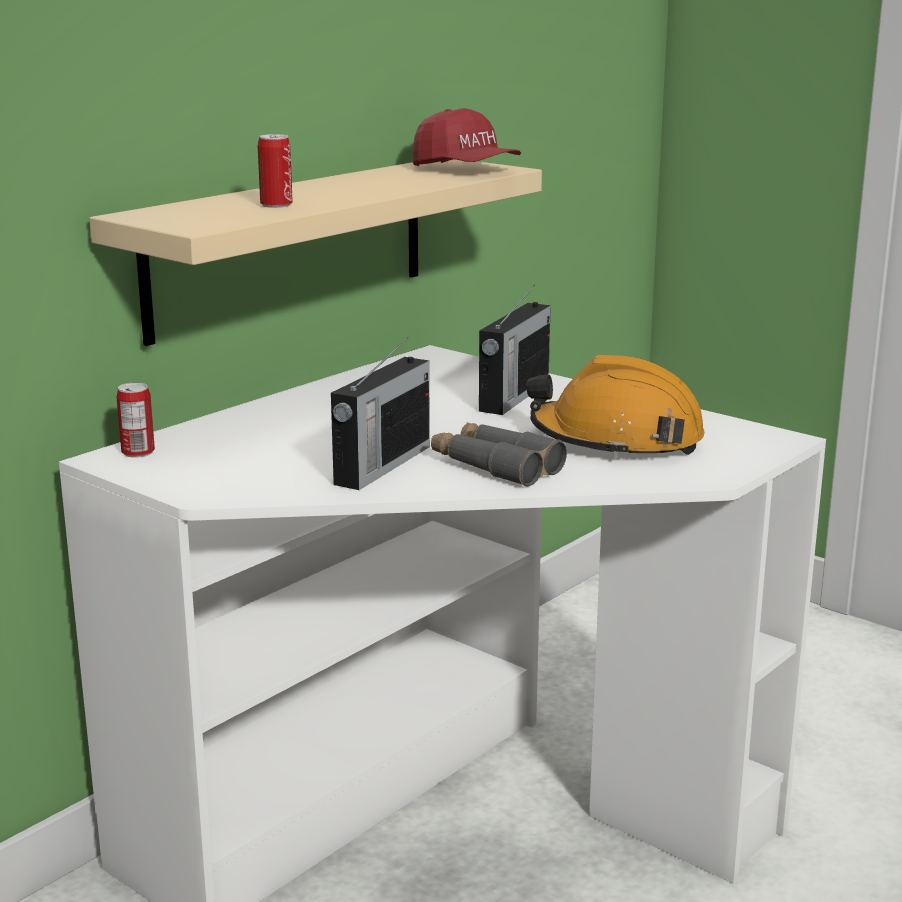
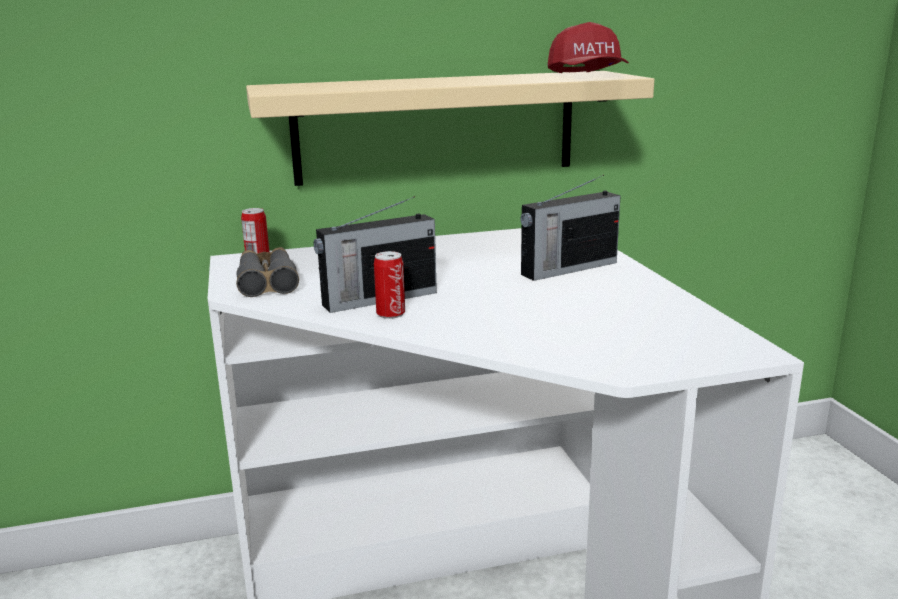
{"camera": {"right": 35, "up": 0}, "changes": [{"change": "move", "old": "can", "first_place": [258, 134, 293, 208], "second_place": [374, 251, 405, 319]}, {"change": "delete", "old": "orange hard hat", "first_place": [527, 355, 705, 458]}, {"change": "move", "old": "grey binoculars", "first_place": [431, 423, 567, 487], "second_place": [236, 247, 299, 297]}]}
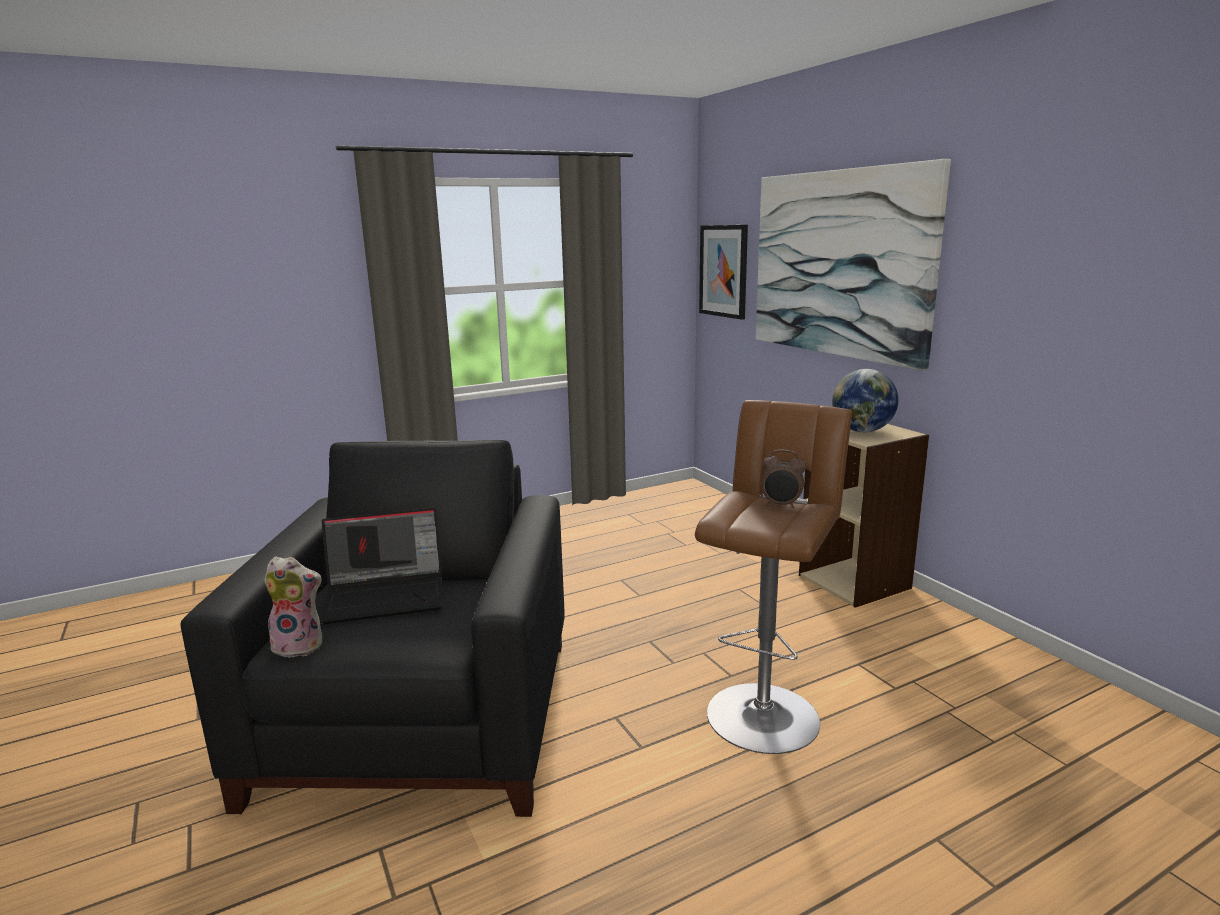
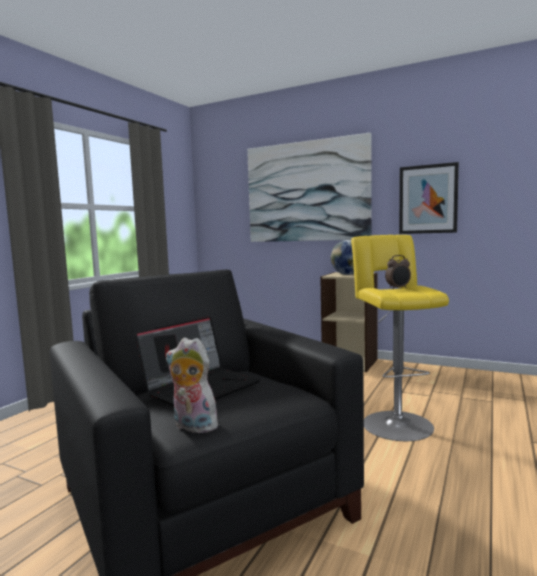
{"camera": {"right": -35, "up": -10}, "changes": [{"change": "move", "old": "picture", "first_place": [699, 225, 748, 320], "second_place": [399, 162, 459, 234]}, {"change": "recolor", "old": "brown stool", "new": "yellow stool", "first_place": [695, 400, 852, 754], "second_place": [351, 235, 449, 441]}, {"change": "rotate", "old": "plush toy", "first_place": [264, 557, 322, 658], "second_place": [166, 338, 218, 433], "degrees": -120}]}
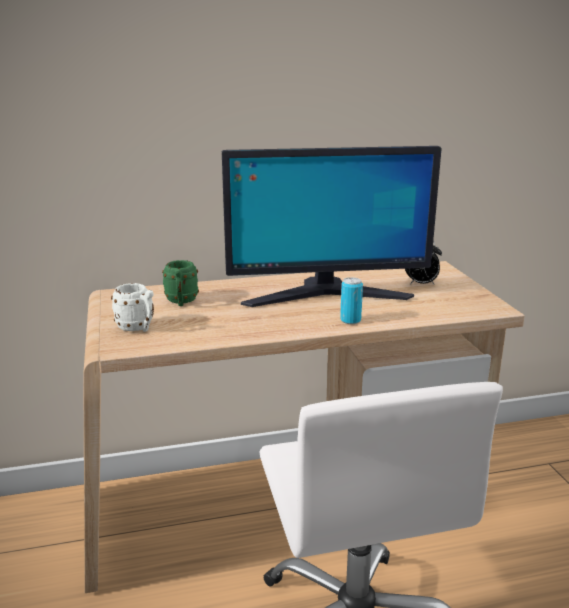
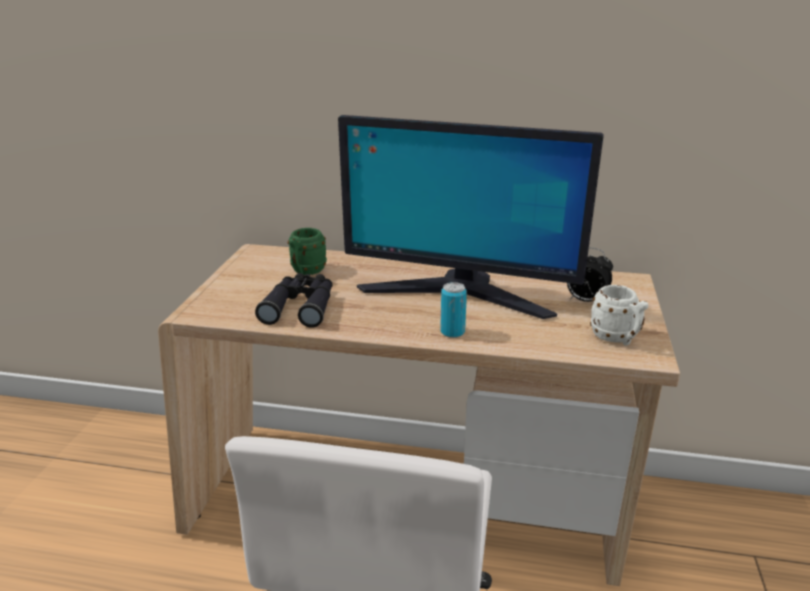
{"camera": {"right": 25, "up": 5}, "changes": [{"change": "move", "old": "white mug", "first_place": [111, 283, 154, 332], "second_place": [590, 285, 648, 346]}, {"change": "insert", "new": "black binoculars", "second_place": [255, 273, 333, 328]}]}
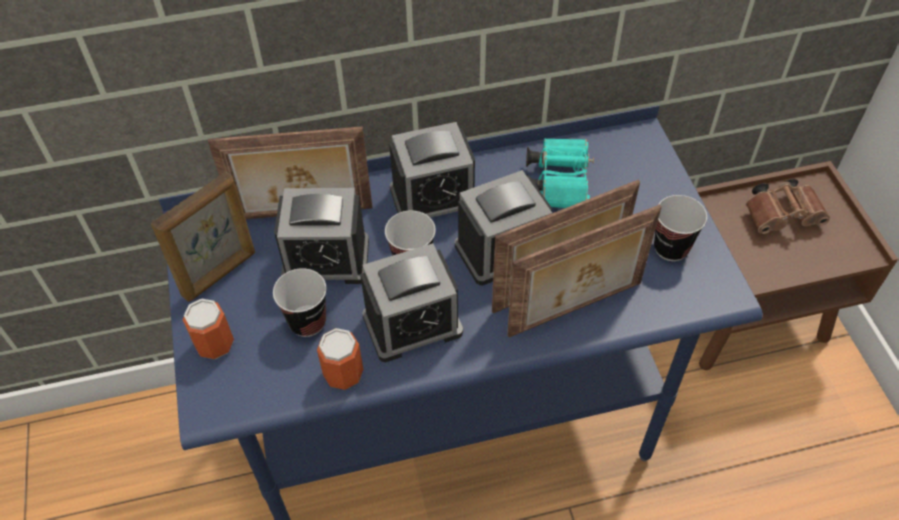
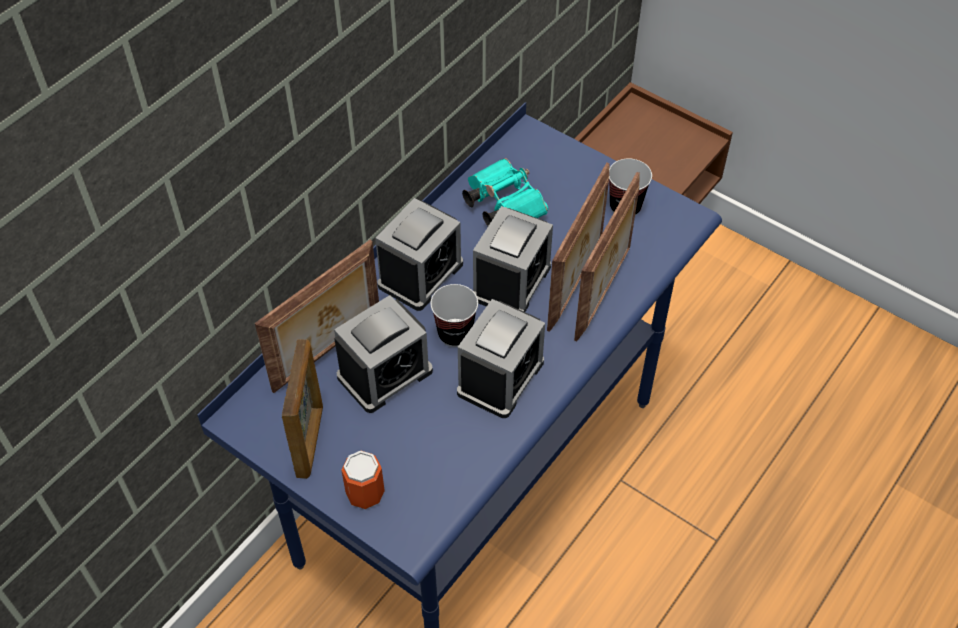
{"camera": {"right": -40, "up": 0}, "changes": [{"change": "delete", "old": "brown binoculars", "first_place": [746, 179, 830, 234]}, {"change": "delete", "old": "cup", "first_place": [273, 268, 326, 337]}, {"change": "delete", "old": "can", "first_place": [317, 328, 363, 390]}]}
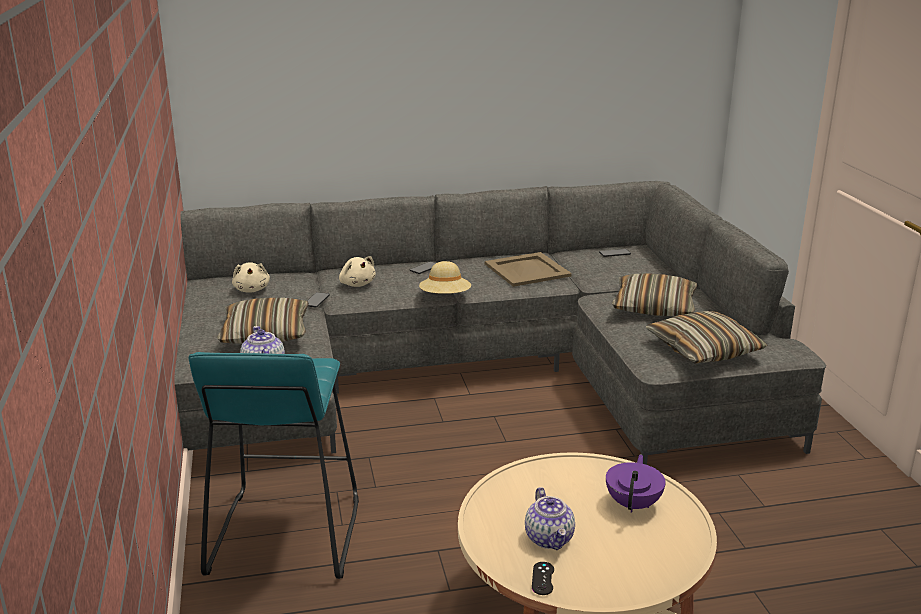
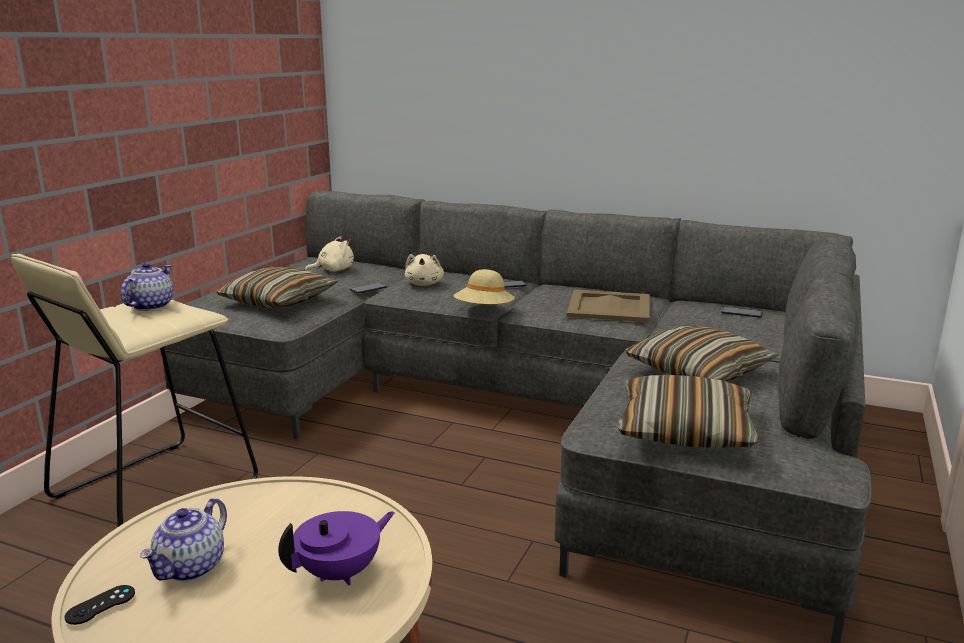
{"camera": {"right": 35, "up": -5}, "changes": [{"change": "rotate", "old": "beige plush toy", "first_place": [232, 262, 270, 293], "second_place": [305, 236, 354, 272], "degrees": -135}, {"change": "recolor", "old": "turquoise stool", "new": "beige stool", "first_place": [189, 352, 359, 579], "second_place": [11, 254, 258, 527]}]}
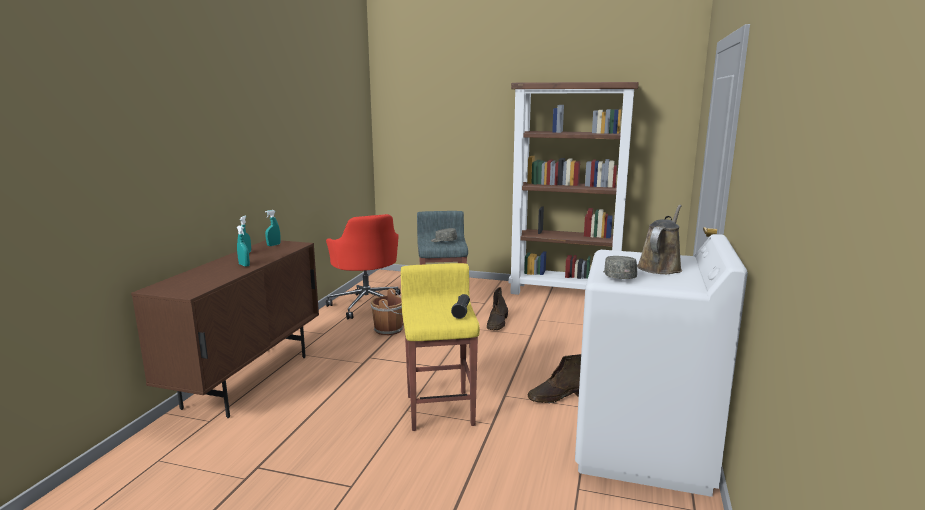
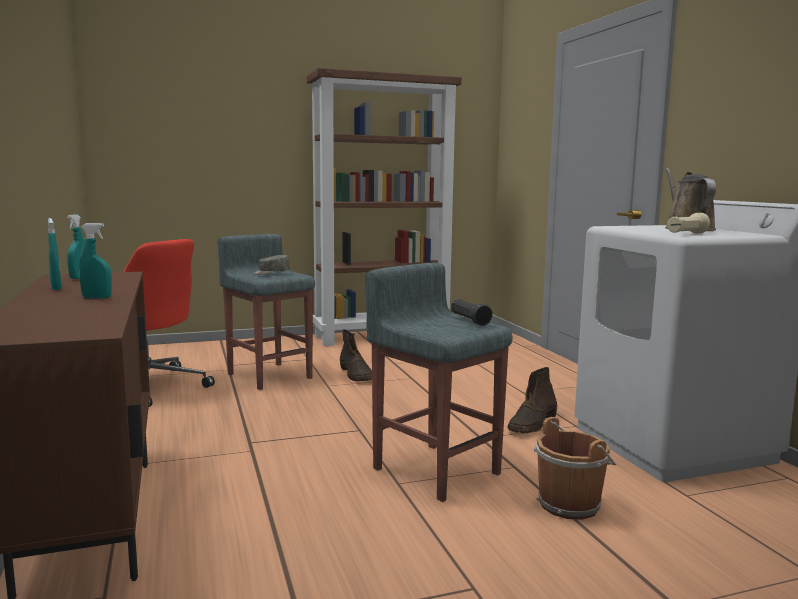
{"camera": {"right": -35, "up": -5}, "changes": [{"change": "replace", "old": "grey cap", "new": "beige flashlight", "first_place": [603, 256, 637, 279], "second_place": [667, 213, 710, 234]}, {"change": "recolor", "old": "yellow stool", "new": "grey stool", "first_place": [401, 263, 480, 431], "second_place": [365, 263, 512, 502]}, {"change": "move", "old": "brown bucket", "first_place": [371, 289, 403, 335], "second_place": [534, 417, 616, 520]}]}
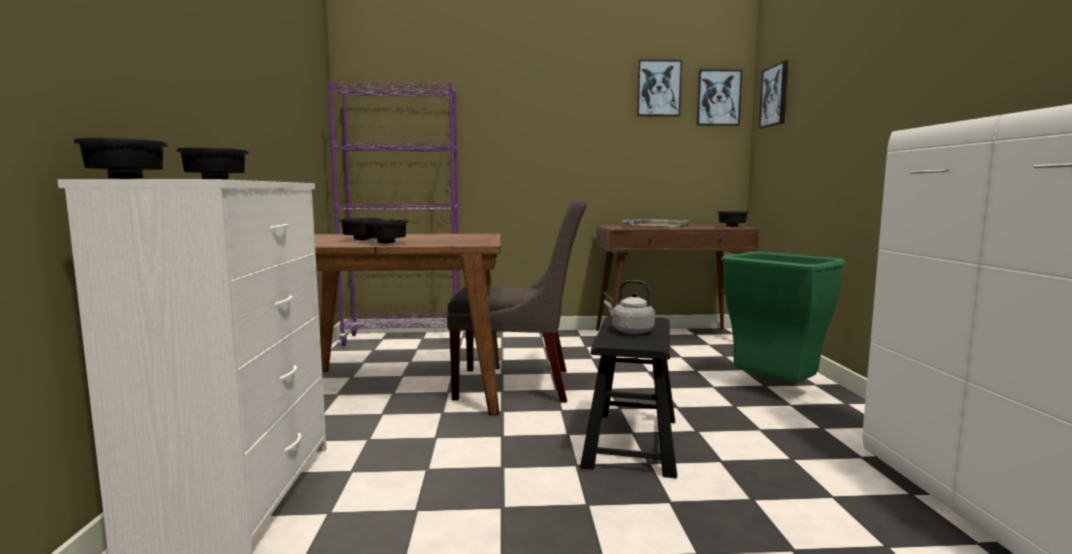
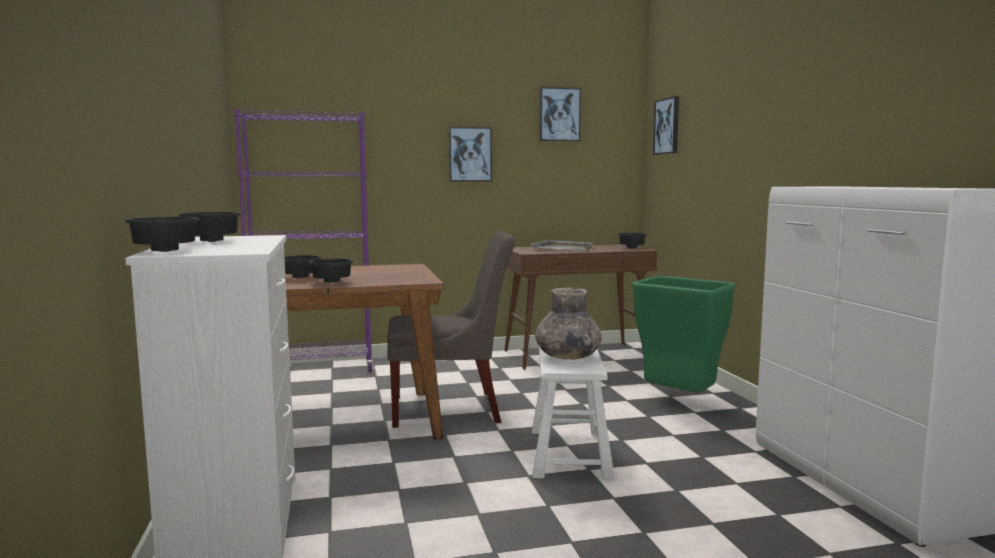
{"camera": {"right": -10, "up": 0}, "changes": [{"change": "move", "old": "picture", "first_place": [696, 69, 742, 126], "second_place": [449, 127, 492, 182]}, {"change": "replace", "old": "grey kettle", "new": "grey vase", "first_place": [604, 280, 655, 334], "second_place": [535, 288, 602, 359]}, {"change": "recolor", "old": "black stool", "new": "white stool", "first_place": [580, 316, 677, 478], "second_place": [532, 347, 615, 480]}]}
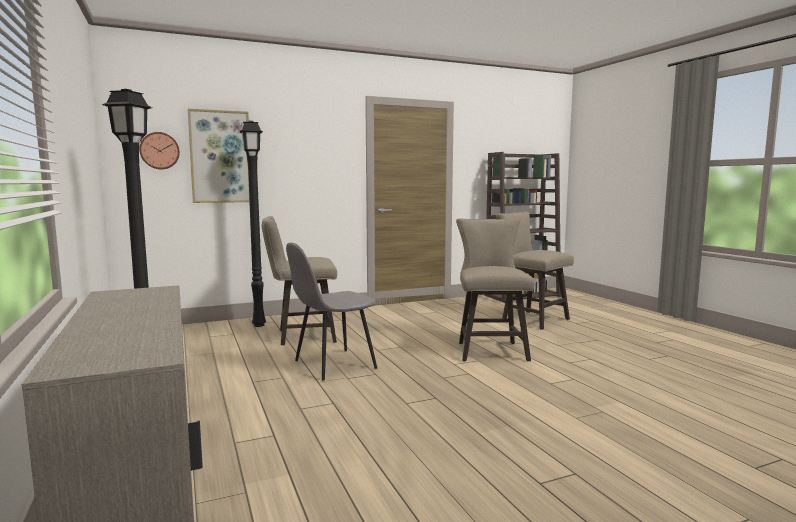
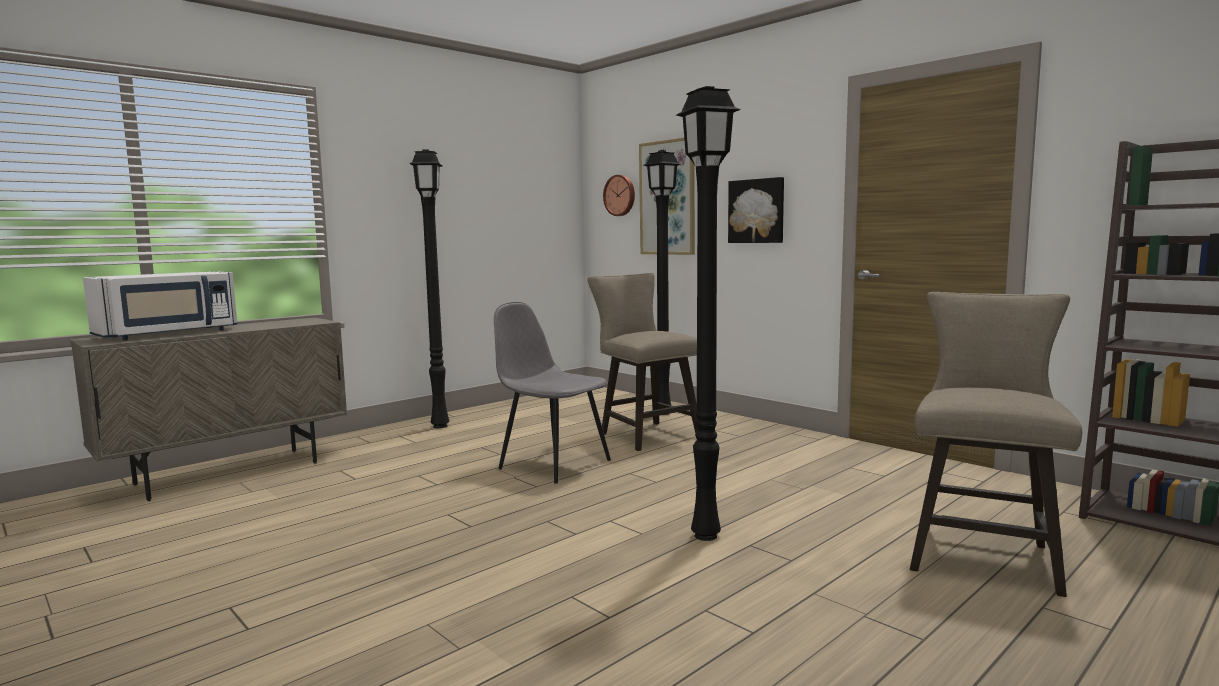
{"camera": {"right": 70, "up": 0}, "changes": [{"change": "replace", "old": "beige stool", "new": "black floor lamp", "first_place": [456, 219, 535, 361], "second_place": [676, 86, 741, 541]}, {"change": "insert", "new": "picture", "second_place": [728, 177, 784, 243]}, {"change": "insert", "new": "white microwave", "second_place": [83, 271, 238, 340]}]}
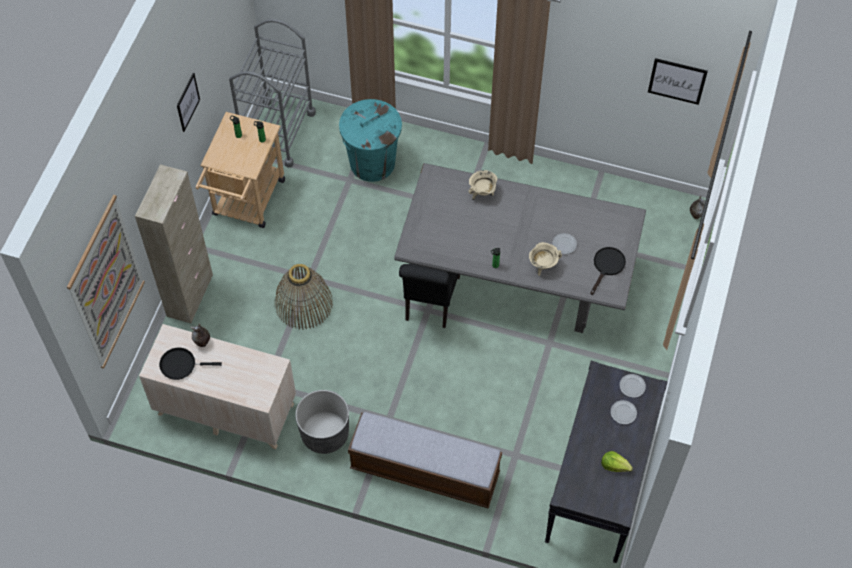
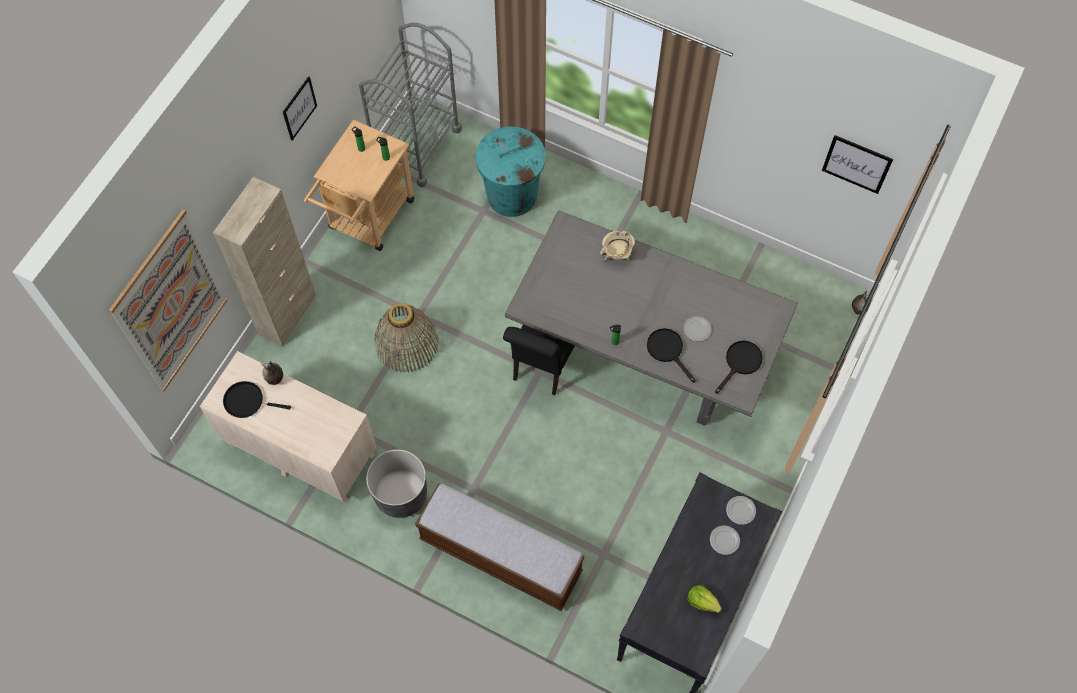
{"camera": {"right": 10, "up": 5}, "changes": [{"change": "replace", "old": "beige cooking pot", "new": "black frying pan", "first_place": [529, 242, 562, 276], "second_place": [647, 328, 696, 383]}]}
